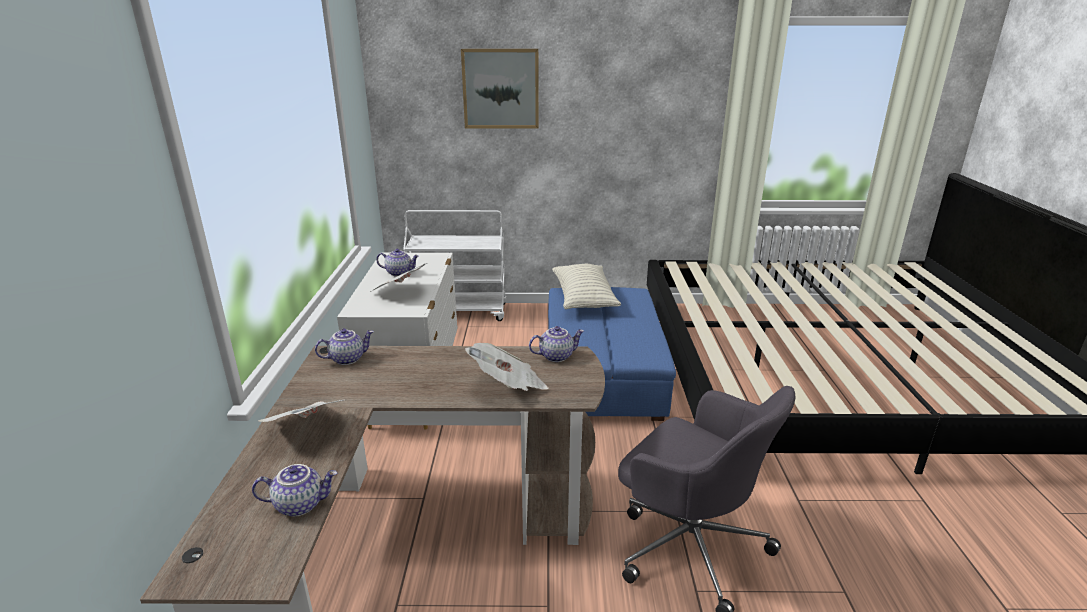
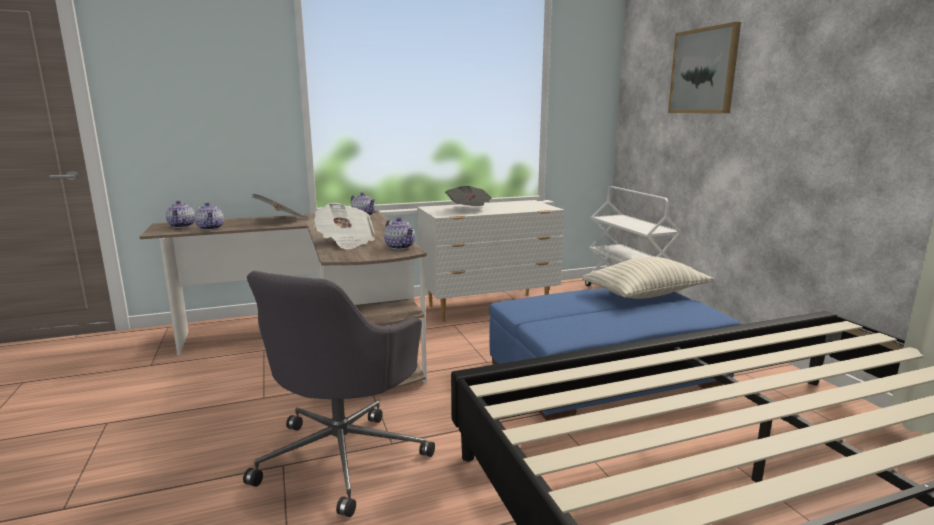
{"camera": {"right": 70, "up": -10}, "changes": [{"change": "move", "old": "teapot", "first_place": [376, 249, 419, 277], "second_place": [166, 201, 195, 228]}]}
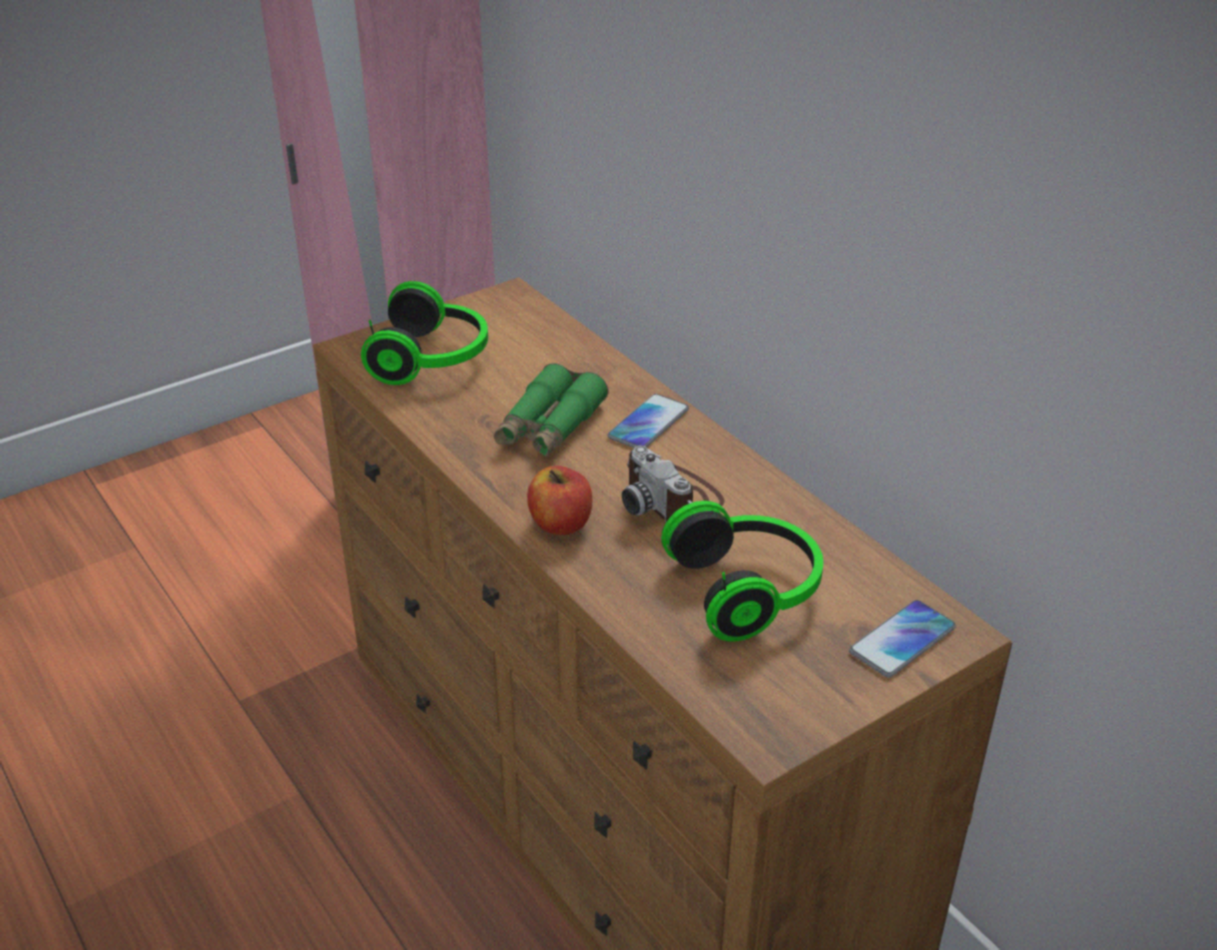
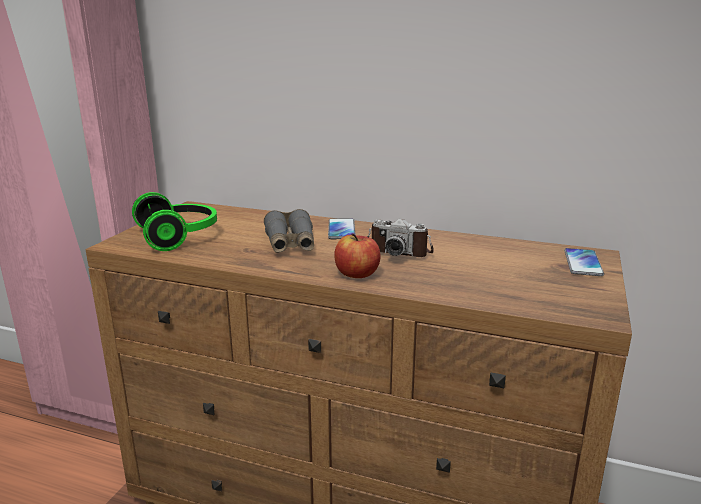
{"camera": {"right": -35, "up": -15}, "changes": [{"change": "recolor", "old": "green binoculars", "new": "grey binoculars", "first_place": [494, 363, 608, 457], "second_place": [264, 209, 314, 253]}, {"change": "delete", "old": "headphones", "first_place": [661, 501, 823, 642]}]}
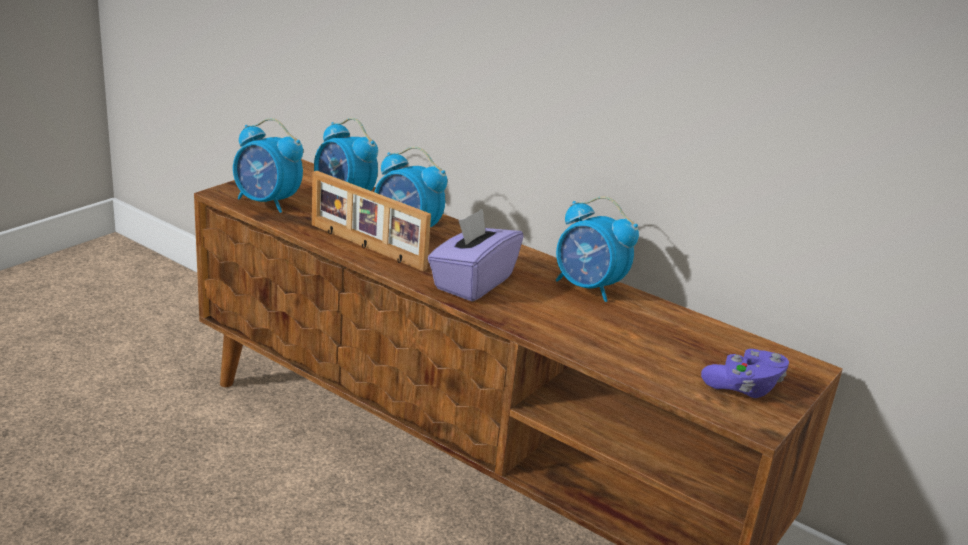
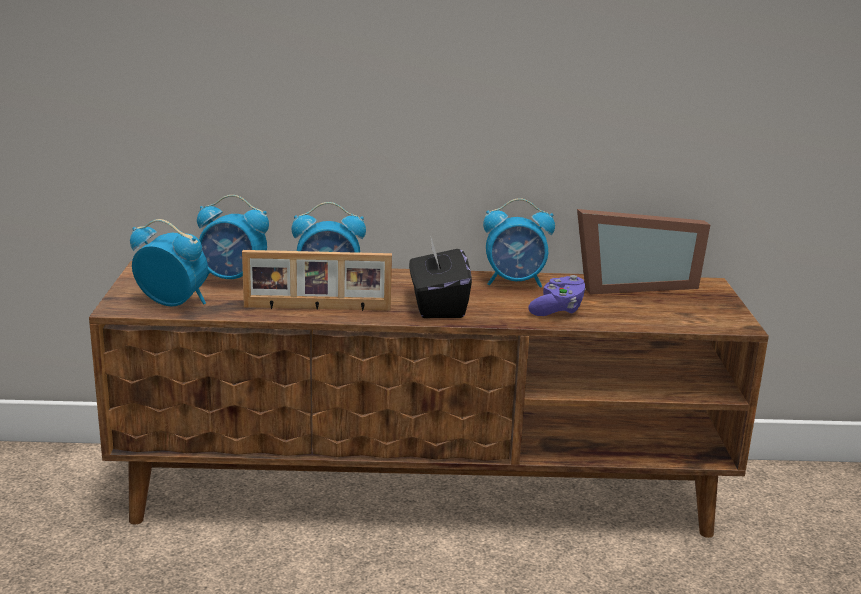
{"camera": {"right": -35, "up": -5}, "changes": [{"change": "rotate", "old": "alarm clock", "first_place": [233, 118, 303, 213], "second_place": [130, 219, 208, 306], "degrees": -150}, {"change": "recolor", "old": "purple tissue box", "new": "black tissue box", "first_place": [428, 209, 523, 301], "second_place": [409, 238, 472, 318]}, {"change": "move", "old": "purple game controller", "first_place": [701, 349, 789, 398], "second_place": [528, 275, 586, 316]}, {"change": "insert", "new": "picture frame", "second_place": [577, 209, 710, 295]}]}
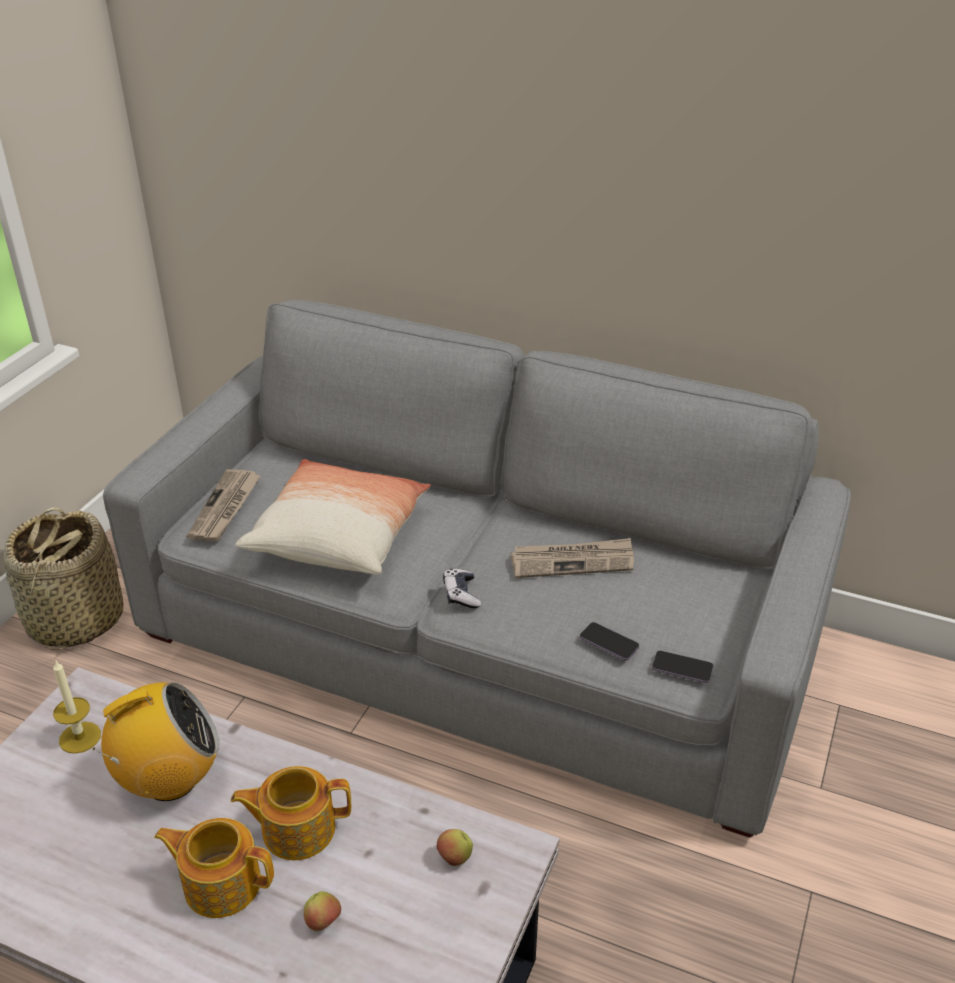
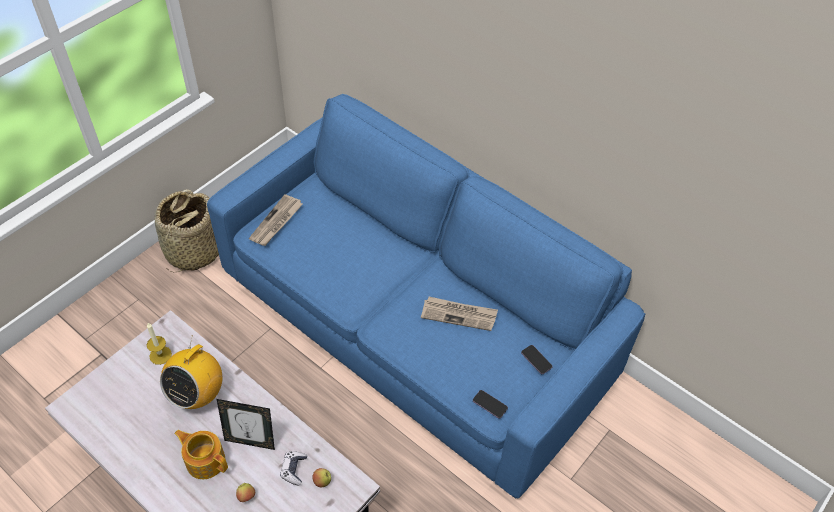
{"camera": {"right": 15, "up": 15}, "changes": [{"change": "recolor", "old": "grey sofa", "new": "blue sofa", "first_place": [103, 300, 851, 838], "second_place": [207, 94, 645, 499]}, {"change": "delete", "old": "pillow", "first_place": [235, 459, 431, 575]}, {"change": "move", "old": "game controller", "first_place": [443, 569, 481, 608], "second_place": [280, 451, 307, 485]}, {"change": "move", "old": "phone", "first_place": [580, 622, 639, 660], "second_place": [521, 345, 553, 374]}, {"change": "rotate", "old": "radio", "first_place": [93, 682, 220, 801], "second_place": [160, 339, 222, 409], "degrees": 120}, {"change": "replace", "old": "teapot", "new": "picture frame", "first_place": [231, 766, 351, 860], "second_place": [217, 399, 275, 450]}]}
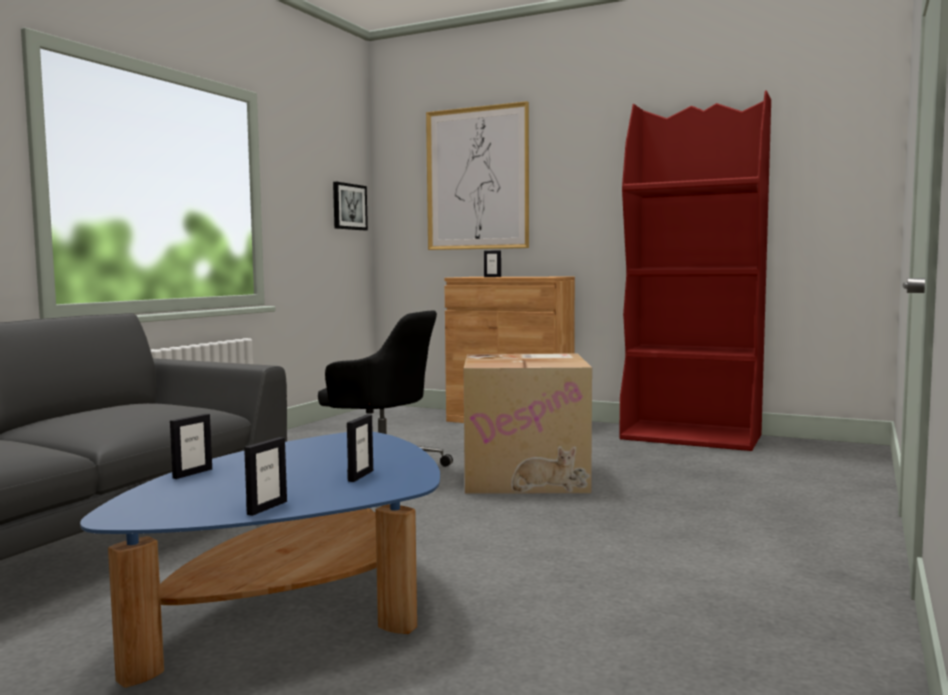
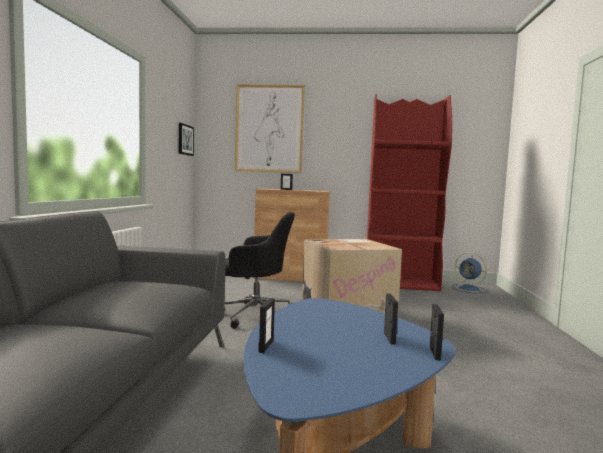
{"camera": {"right": -20, "up": 0}, "changes": [{"change": "move", "old": "picture frame", "first_place": [244, 437, 287, 516], "second_place": [430, 304, 444, 361]}, {"change": "insert", "new": "blue fan", "second_place": [452, 253, 487, 293]}]}
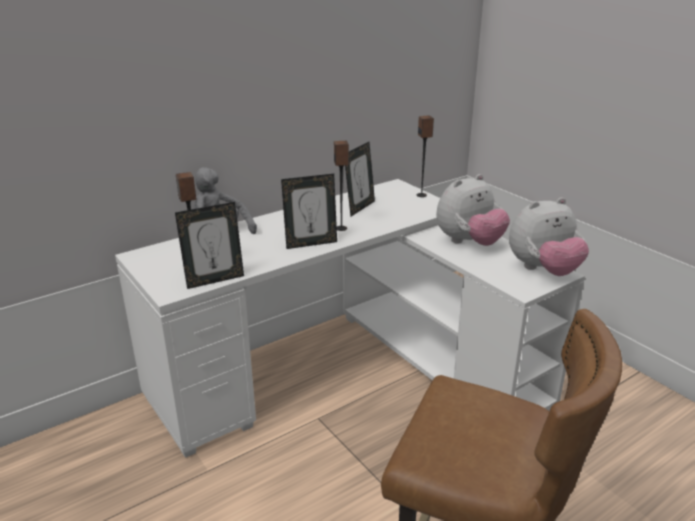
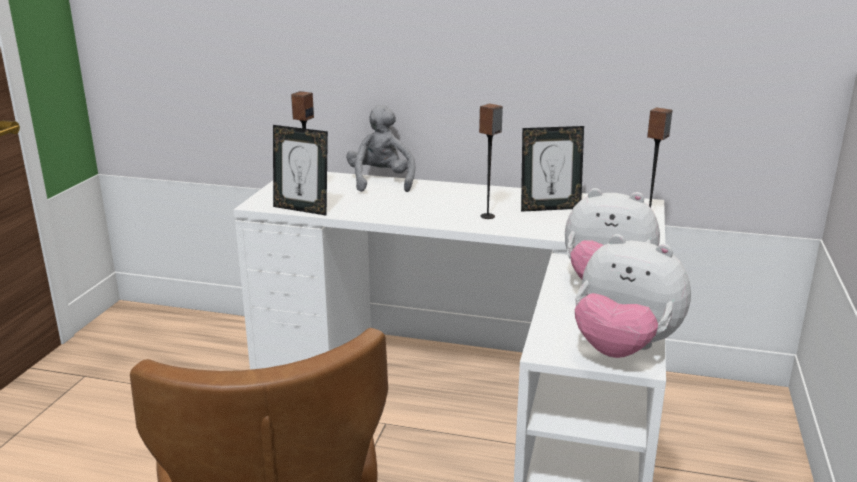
{"camera": {"right": 50, "up": -5}, "changes": [{"change": "delete", "old": "picture frame", "first_place": [281, 174, 337, 249]}]}
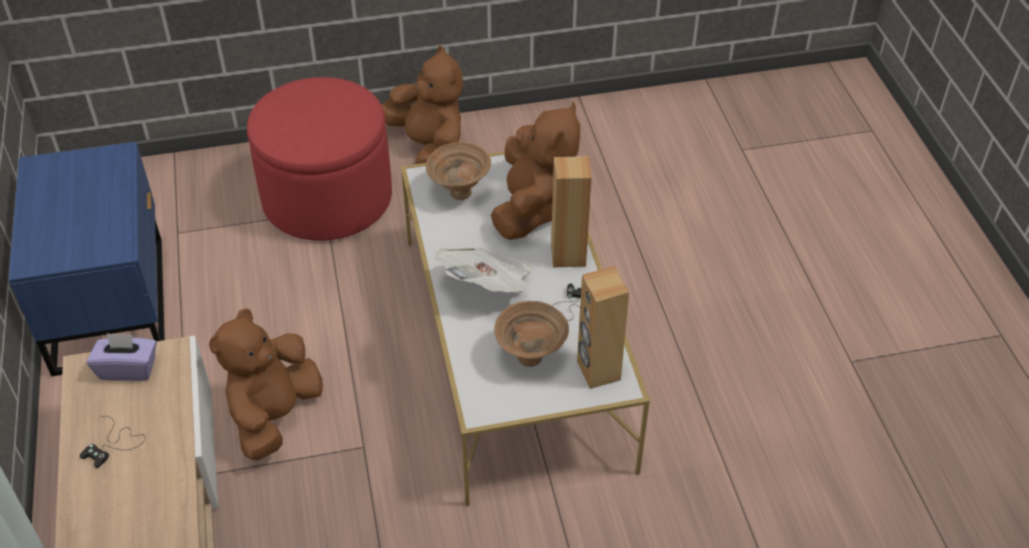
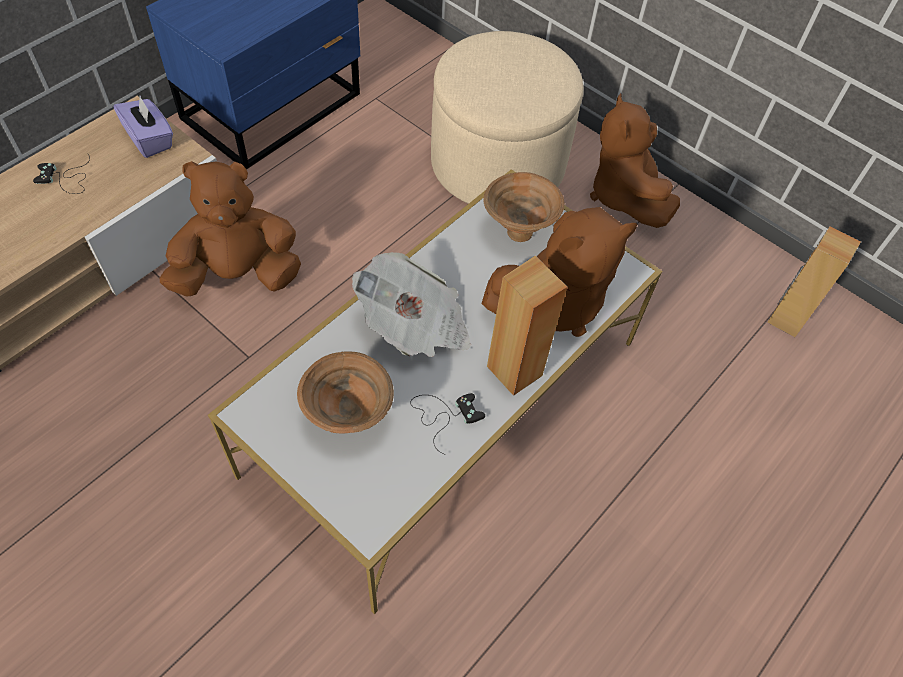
{"camera": {"right": 50, "up": 10}, "changes": [{"change": "rotate", "old": "brown plush toy", "first_place": [382, 45, 463, 164], "second_place": [590, 93, 680, 228], "degrees": 150}, {"change": "recolor", "old": "red ottoman", "new": "beige ottoman", "first_place": [247, 77, 392, 241], "second_place": [431, 31, 583, 204]}, {"change": "move", "old": "brown speaker", "first_place": [577, 266, 629, 389], "second_place": [767, 226, 861, 337]}]}
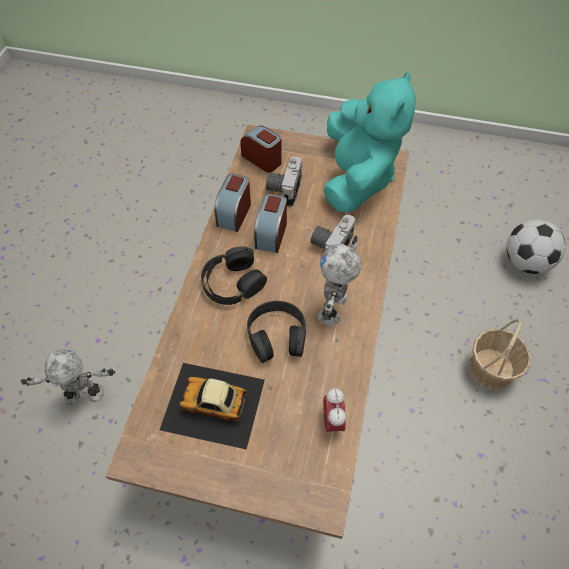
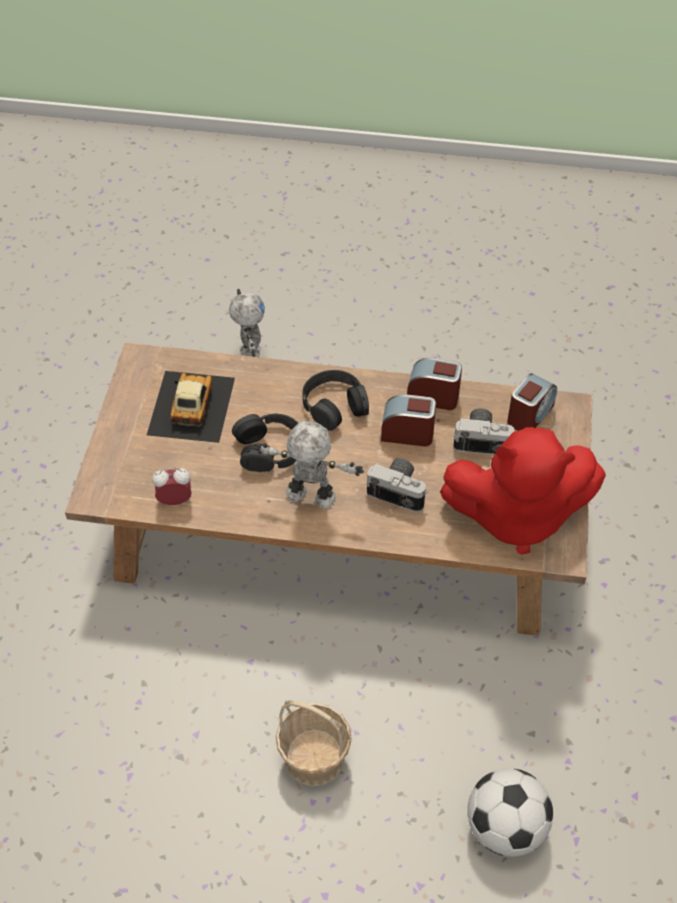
{"camera": {"right": 85, "up": -5}, "changes": [{"change": "recolor", "old": "turquoise plush toy", "new": "red plush toy", "first_place": [323, 70, 416, 213], "second_place": [440, 427, 606, 554]}]}
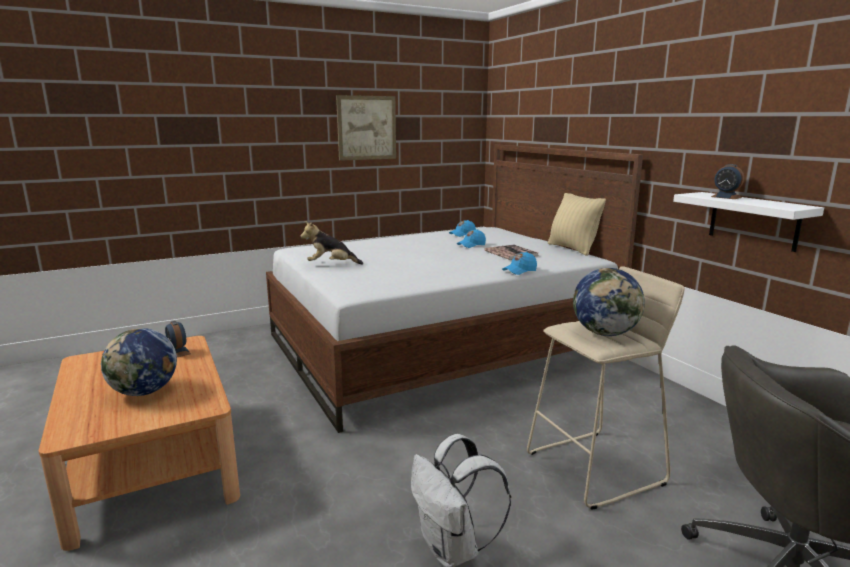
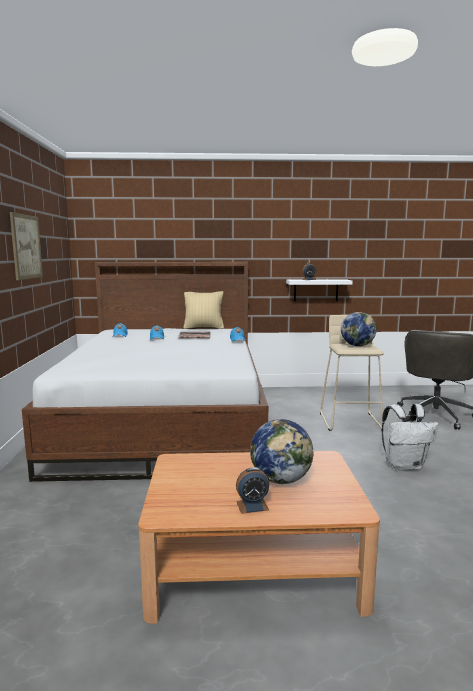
{"camera": {"right": -65, "up": -5}, "changes": [{"change": "delete", "old": "plush toy", "first_place": [300, 221, 363, 265]}, {"change": "move", "old": "alarm clock", "first_place": [165, 321, 191, 357], "second_place": [236, 467, 269, 514]}]}
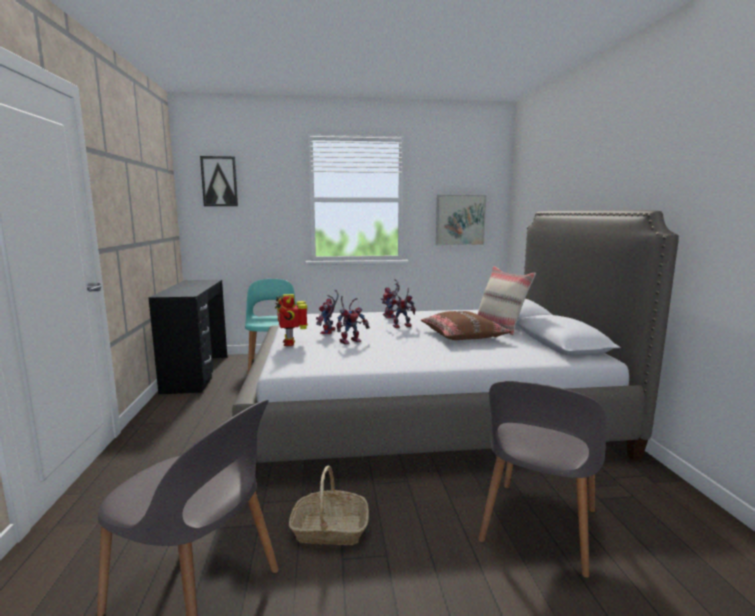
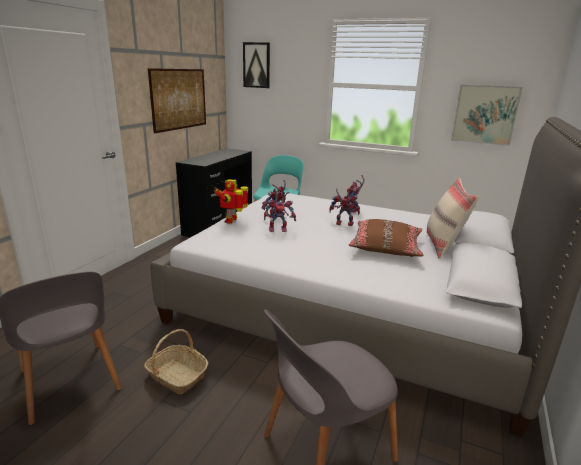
{"camera": {"right": 30, "up": 10}, "changes": [{"change": "insert", "new": "picture", "second_place": [148, 68, 206, 133]}]}
